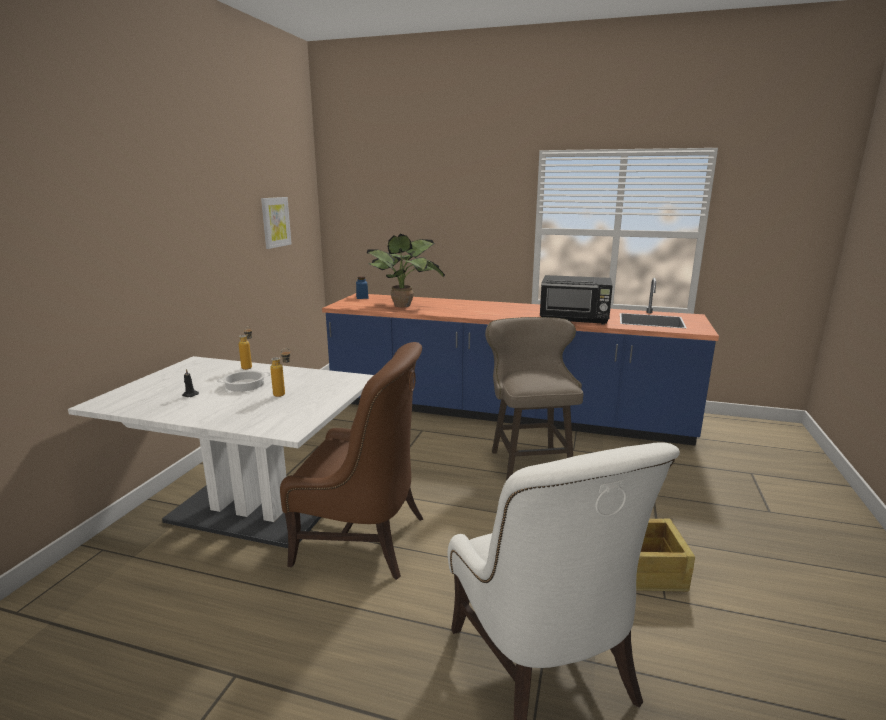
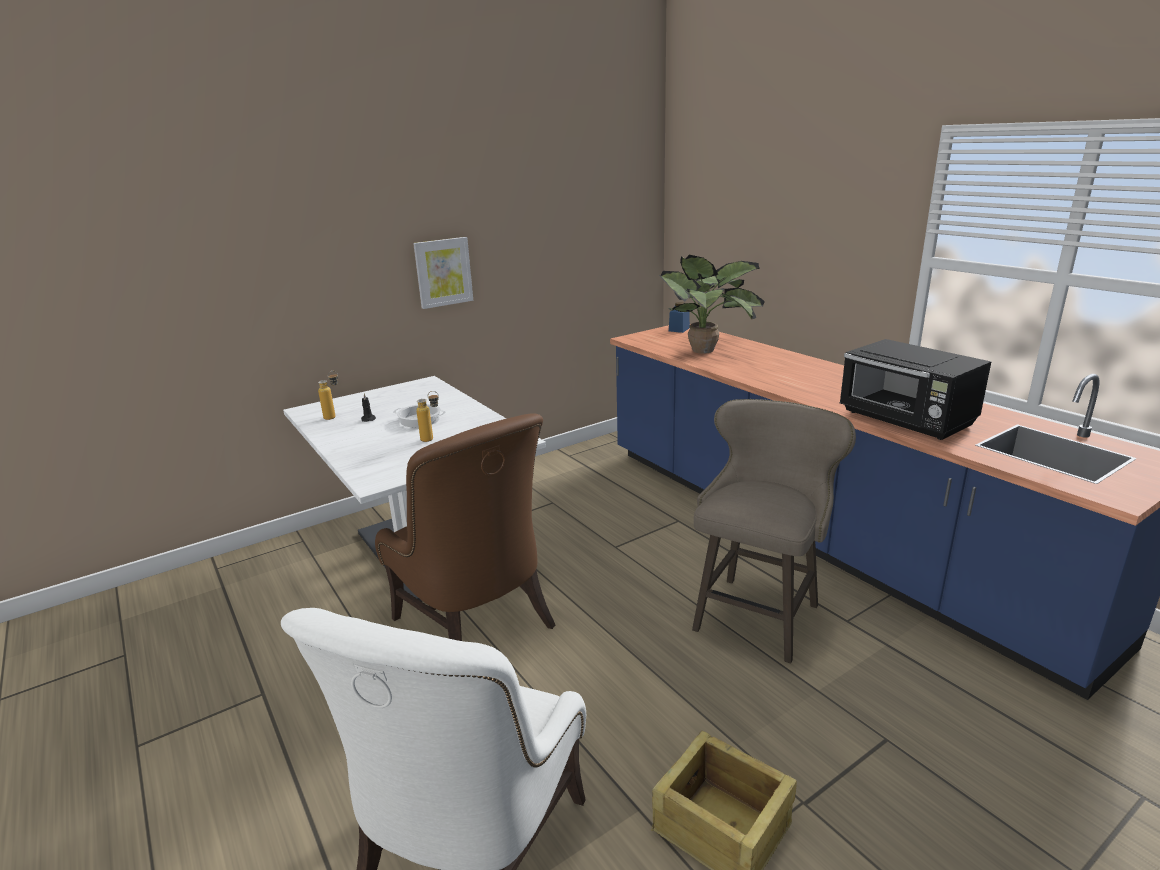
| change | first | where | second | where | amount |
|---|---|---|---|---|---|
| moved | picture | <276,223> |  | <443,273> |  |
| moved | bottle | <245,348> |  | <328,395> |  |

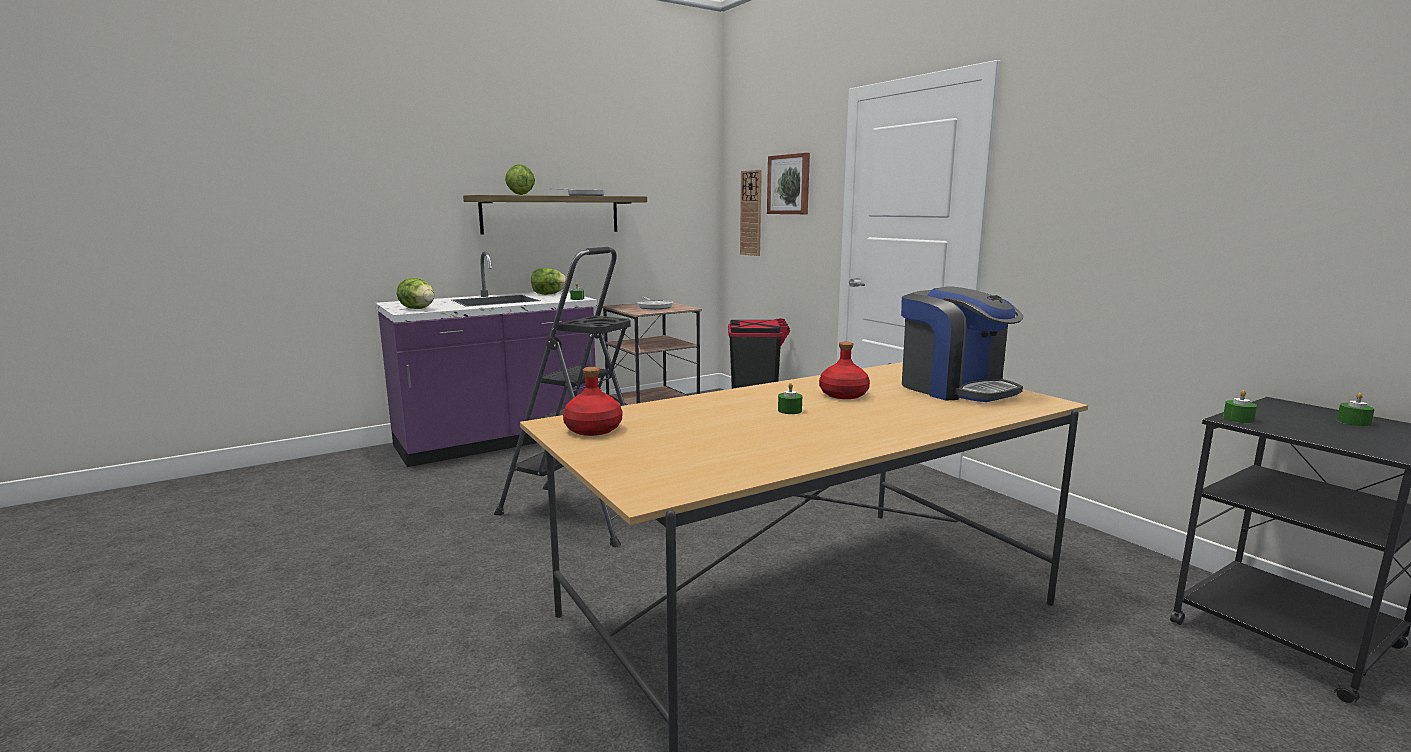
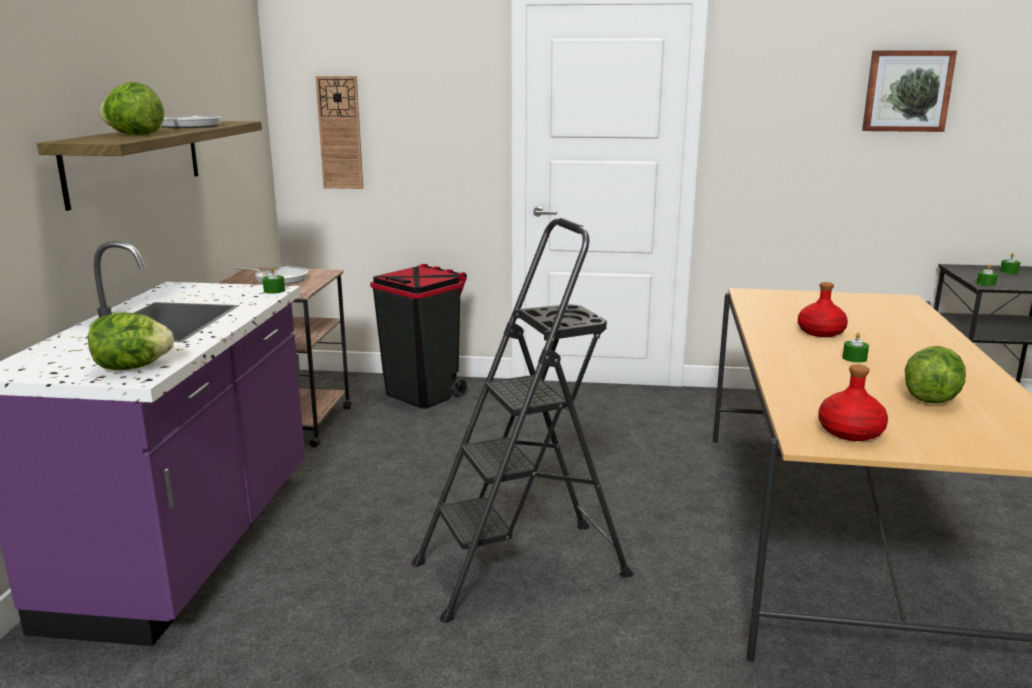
| change | first | where | second | where | amount |
|---|---|---|---|---|---|
| moved | picture | <788,183> |  | <909,91> |  |
| moved | lettuce | <549,281> |  | <935,374> |  |
| removed | coffee machine | <962,344> |  |  |  |

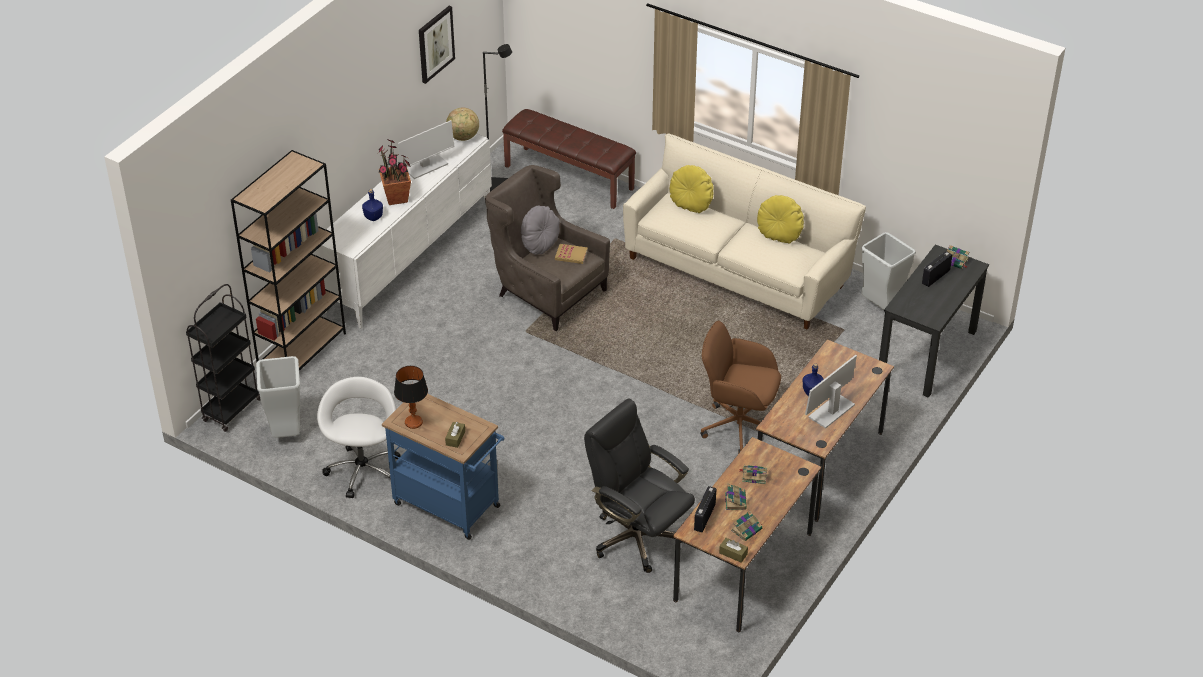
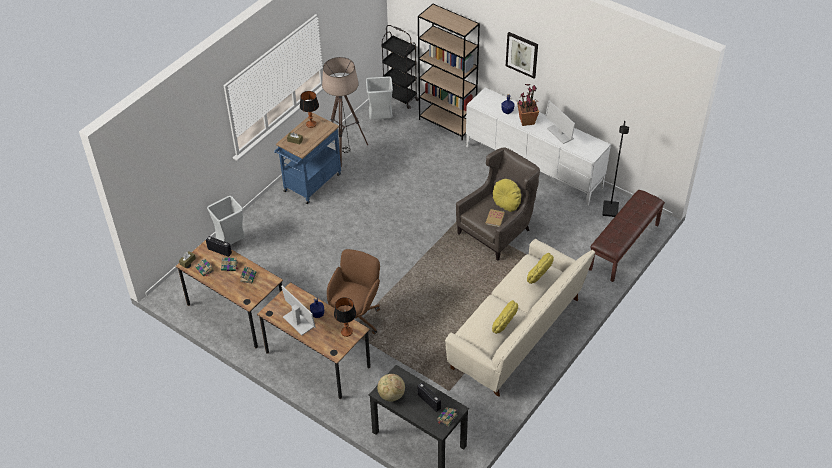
| change | first | where | second | where | amount |
|---|---|---|---|---|---|
| moved | picture | <437,45> |  | <522,55> |  |
| moved | globe | <462,124> |  | <391,387> |  |
| recoloured | pillow (grey) | <540,230> | pillow (yellow) | <507,195> |  |
| moved | trash can (grey) | <888,271> |  | <226,220> |  |
| replaced | office chair (white) | <359,437> | floor lamp | <345,112> |  |
| removed | office chair (black) | <639,486> |  |  |  |
| added |  |  | table lamp | <345,317> |  |

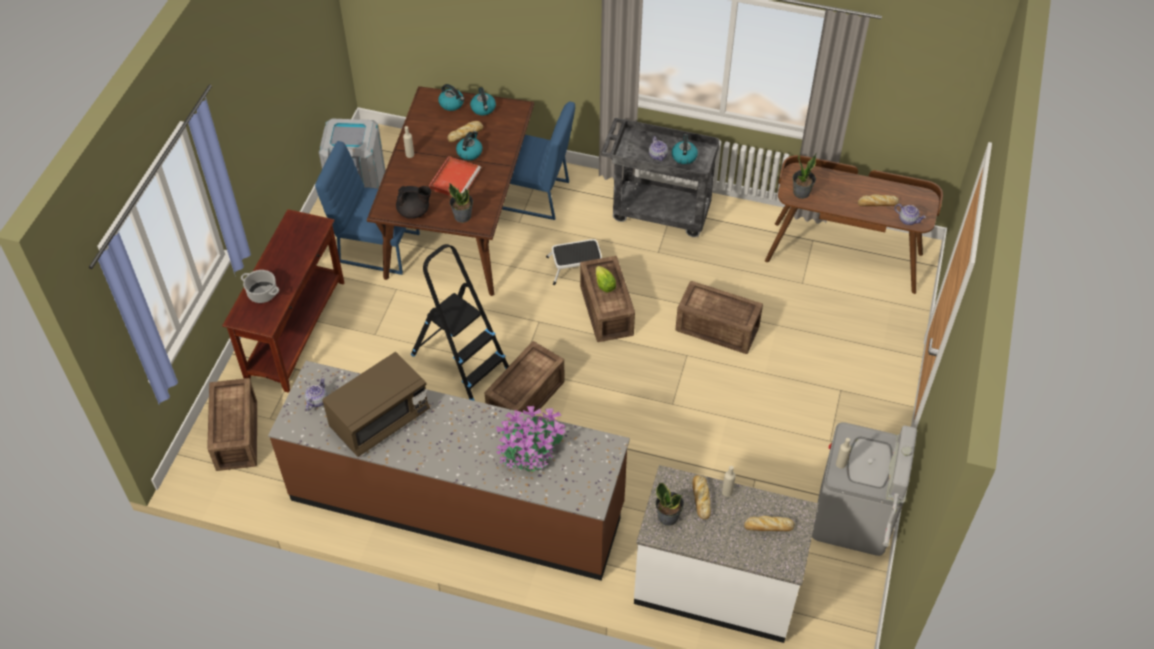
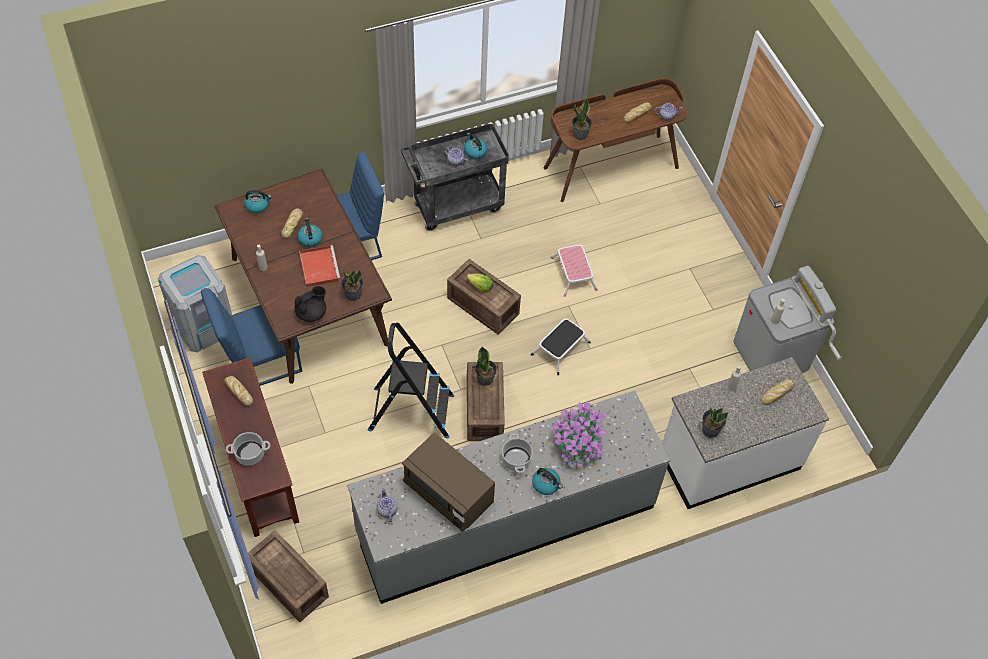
| change | first | where | second | where | amount |
|---|---|---|---|---|---|
| moved | kettle | <483,101> |  | <547,481> |  |
| moved | step ladder (black) | <574,262> |  | <561,346> |  |
| replaced | crate | <719,317> | step ladder (pink) | <574,271> |  |
| turned | microwave (brown) | <376,404> |  | <448,482> | 120 degrees clockwise |
| recoloured | counter (brown) | <449,471> | counter (grey) | <508,497> |  |
| moved | bread | <702,497> |  | <238,391> |  |
| added |  |  | potted plant | <486,366> |  |
| added |  |  | cooking pot | <517,453> |  |

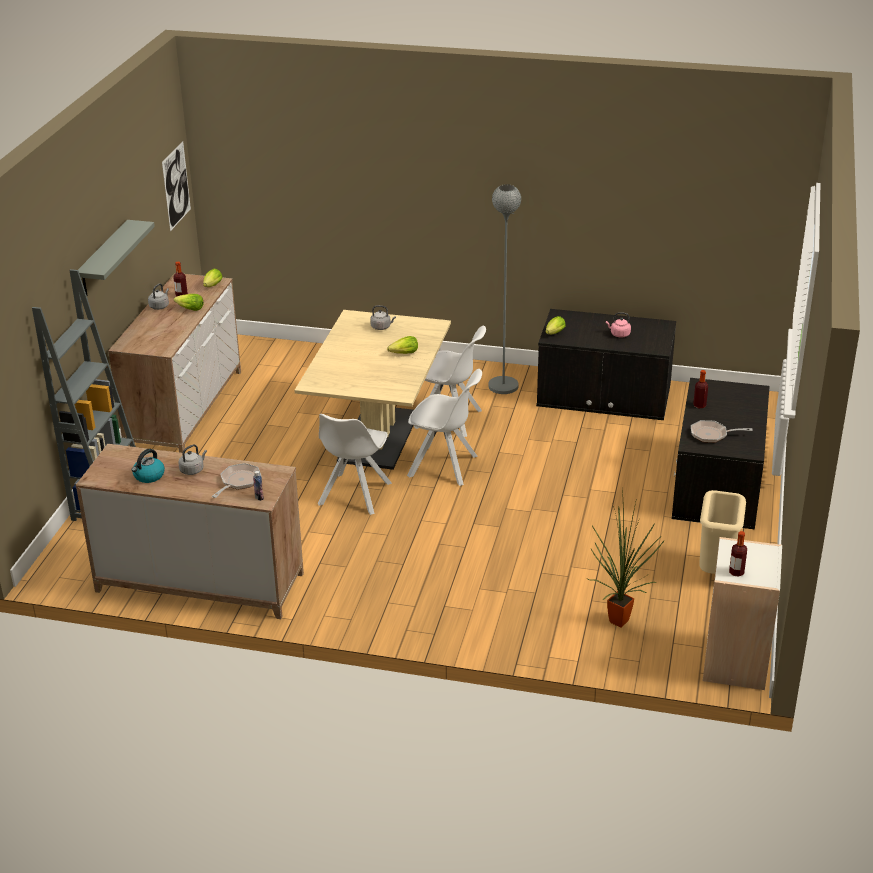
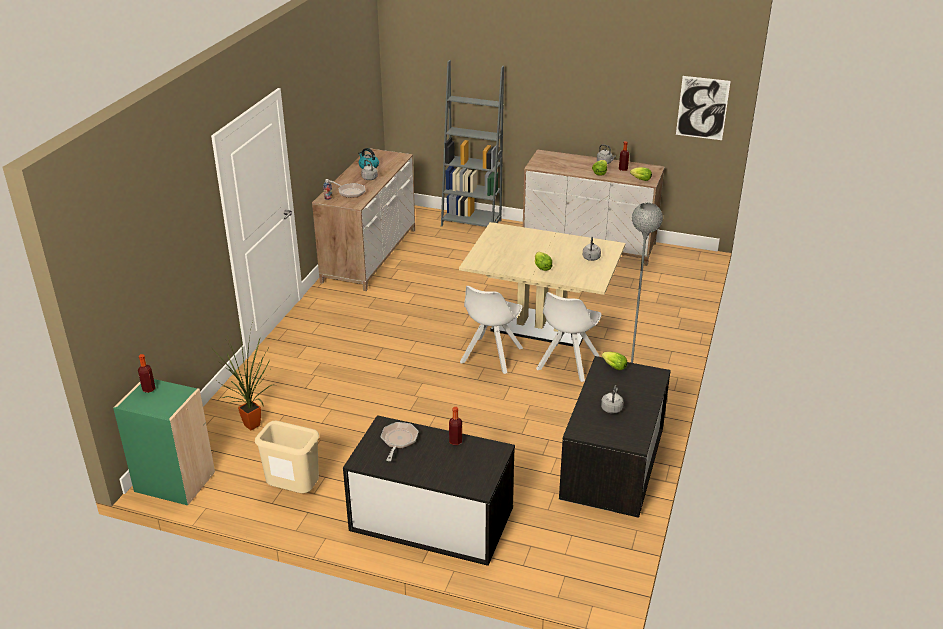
| change | first | where | second | where | amount |
|---|---|---|---|---|---|
| removed | shelf (grey) | <116,257> |  |  |  |
| recoloured | kettle (pink) | <618,325> | kettle (grey) | <612,399> |  |
| removed | chair (white) | <355,464> |  |  |  |
| recoloured | bookcase (white) | <742,613> | bookcase (green) | <164,442> |  |

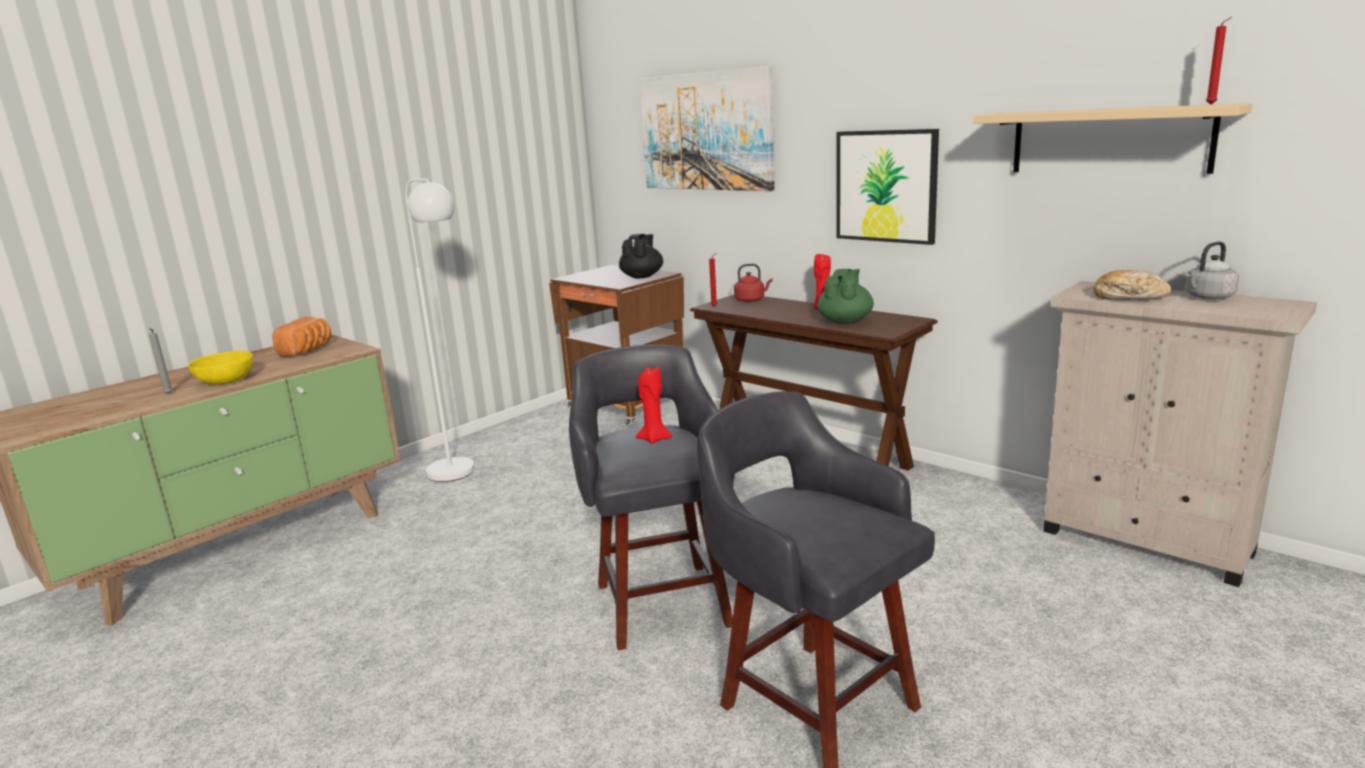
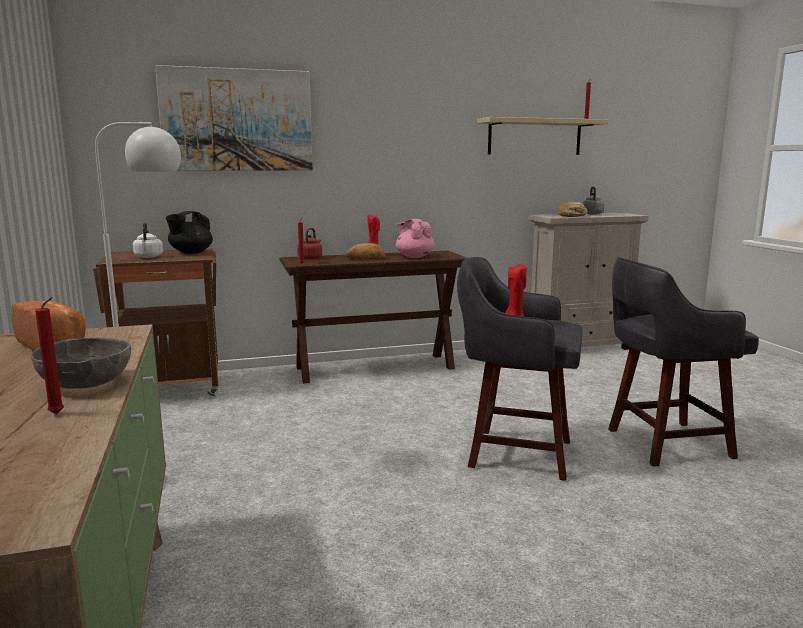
| change | first | where | second | where | amount |
|---|---|---|---|---|---|
| removed | picture | <888,187> |  |  |  |
| turned | teapot (black) | <641,256> |  | <189,232> | 105 degrees counterclockwise |
| recoloured | teapot (green) | <845,296> | teapot (pink) | <415,238> |  |
| recoloured | candle (grey) | <161,361> | candle (red) | <49,355> |  |
| recoloured | bowl (yellow) | <220,368> | bowl (grey) | <81,363> |  |
| added |  |  | kettle (white) | <148,240> |  |
| added |  |  | bread | <365,251> |  |

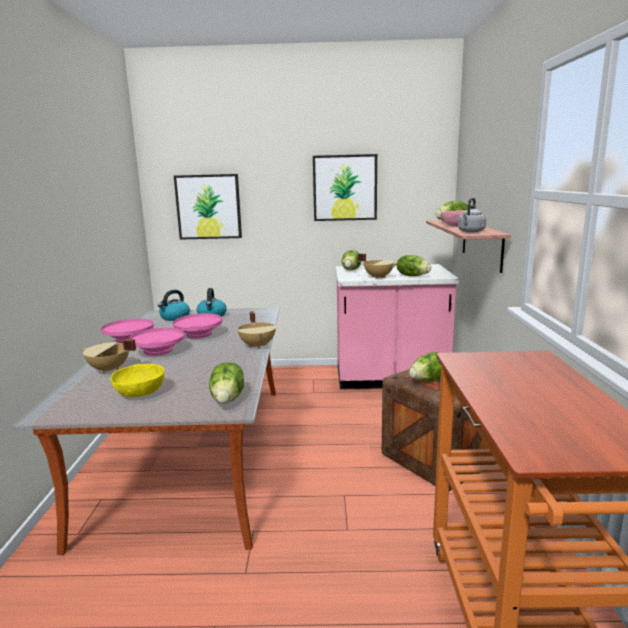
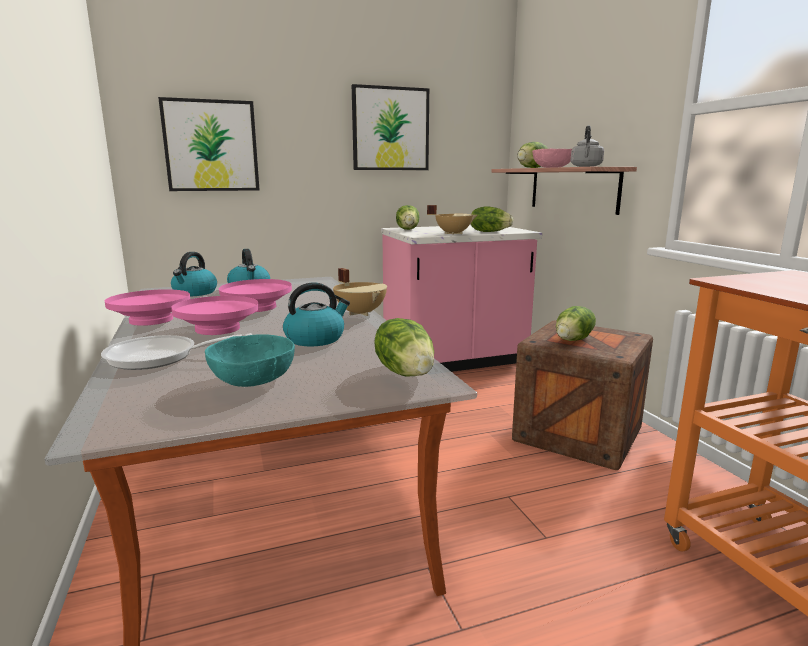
| change | first | where | second | where | amount |
|---|---|---|---|---|---|
| replaced | cooking pot (beige) | <108,356> | frying pan | <176,351> |  |
| recoloured | bowl (yellow) | <137,380> | bowl (turquoise) | <250,360> |  |
| added |  |  | kettle | <316,314> |  |

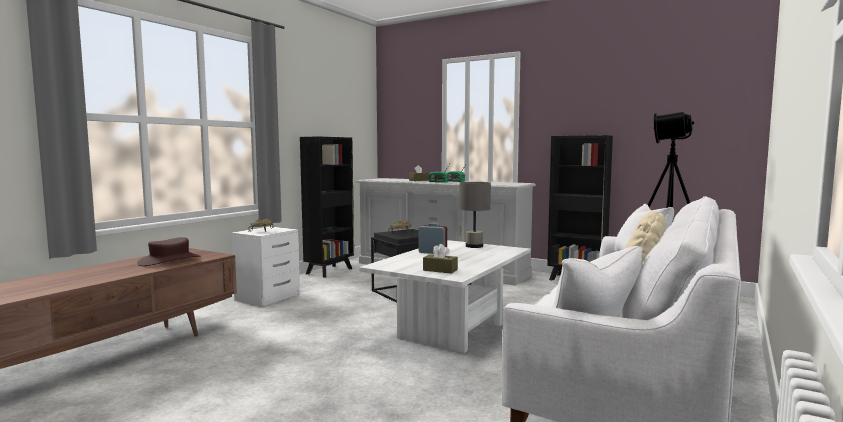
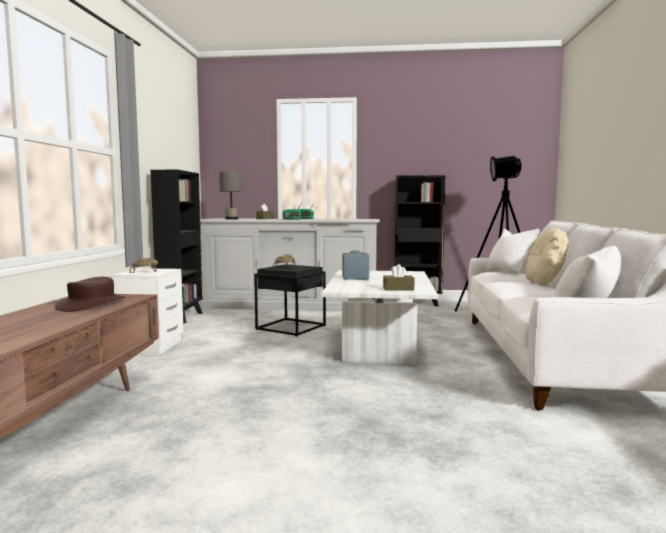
| change | first | where | second | where | amount |
|---|---|---|---|---|---|
| moved | table lamp (grey) | <475,215> |  | <231,195> |  |

